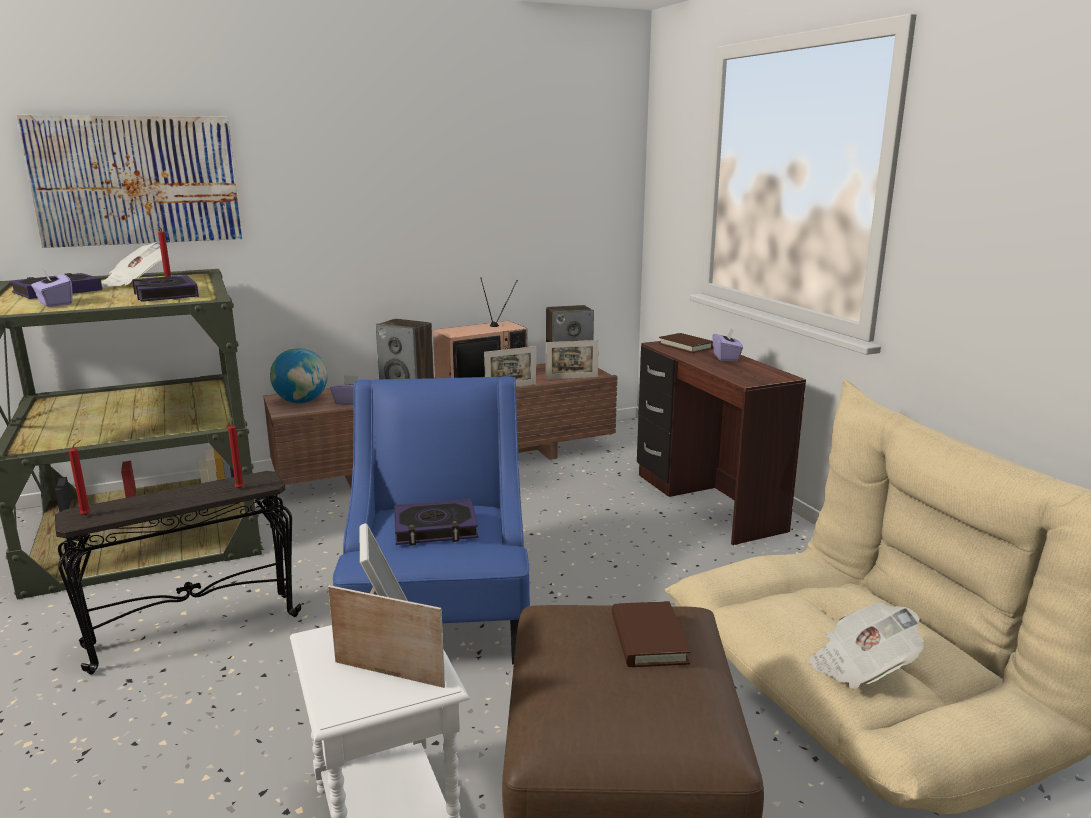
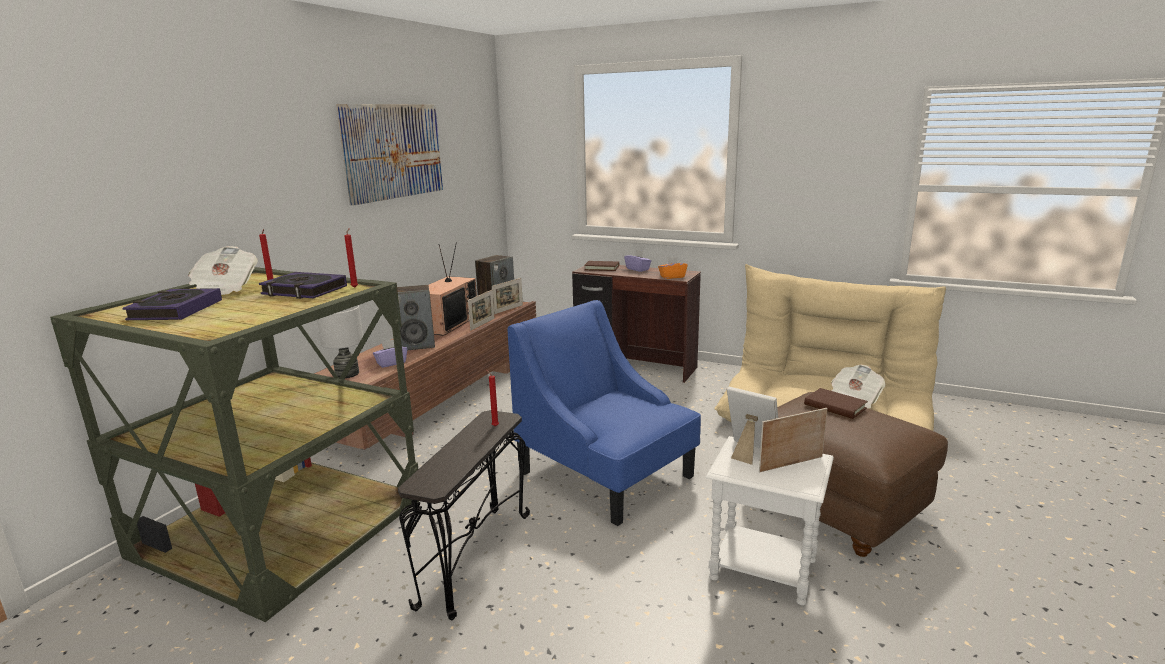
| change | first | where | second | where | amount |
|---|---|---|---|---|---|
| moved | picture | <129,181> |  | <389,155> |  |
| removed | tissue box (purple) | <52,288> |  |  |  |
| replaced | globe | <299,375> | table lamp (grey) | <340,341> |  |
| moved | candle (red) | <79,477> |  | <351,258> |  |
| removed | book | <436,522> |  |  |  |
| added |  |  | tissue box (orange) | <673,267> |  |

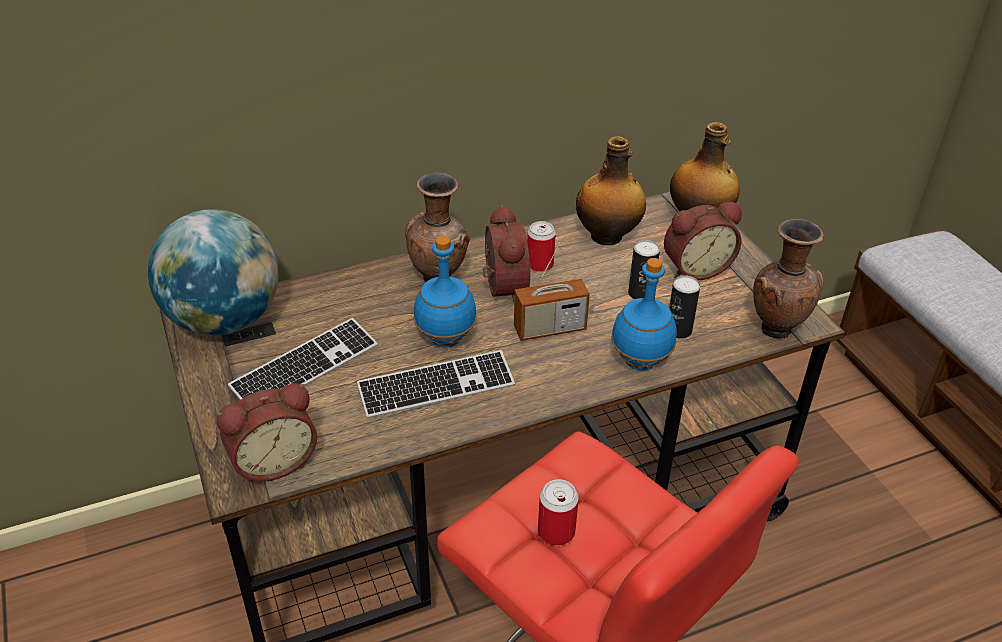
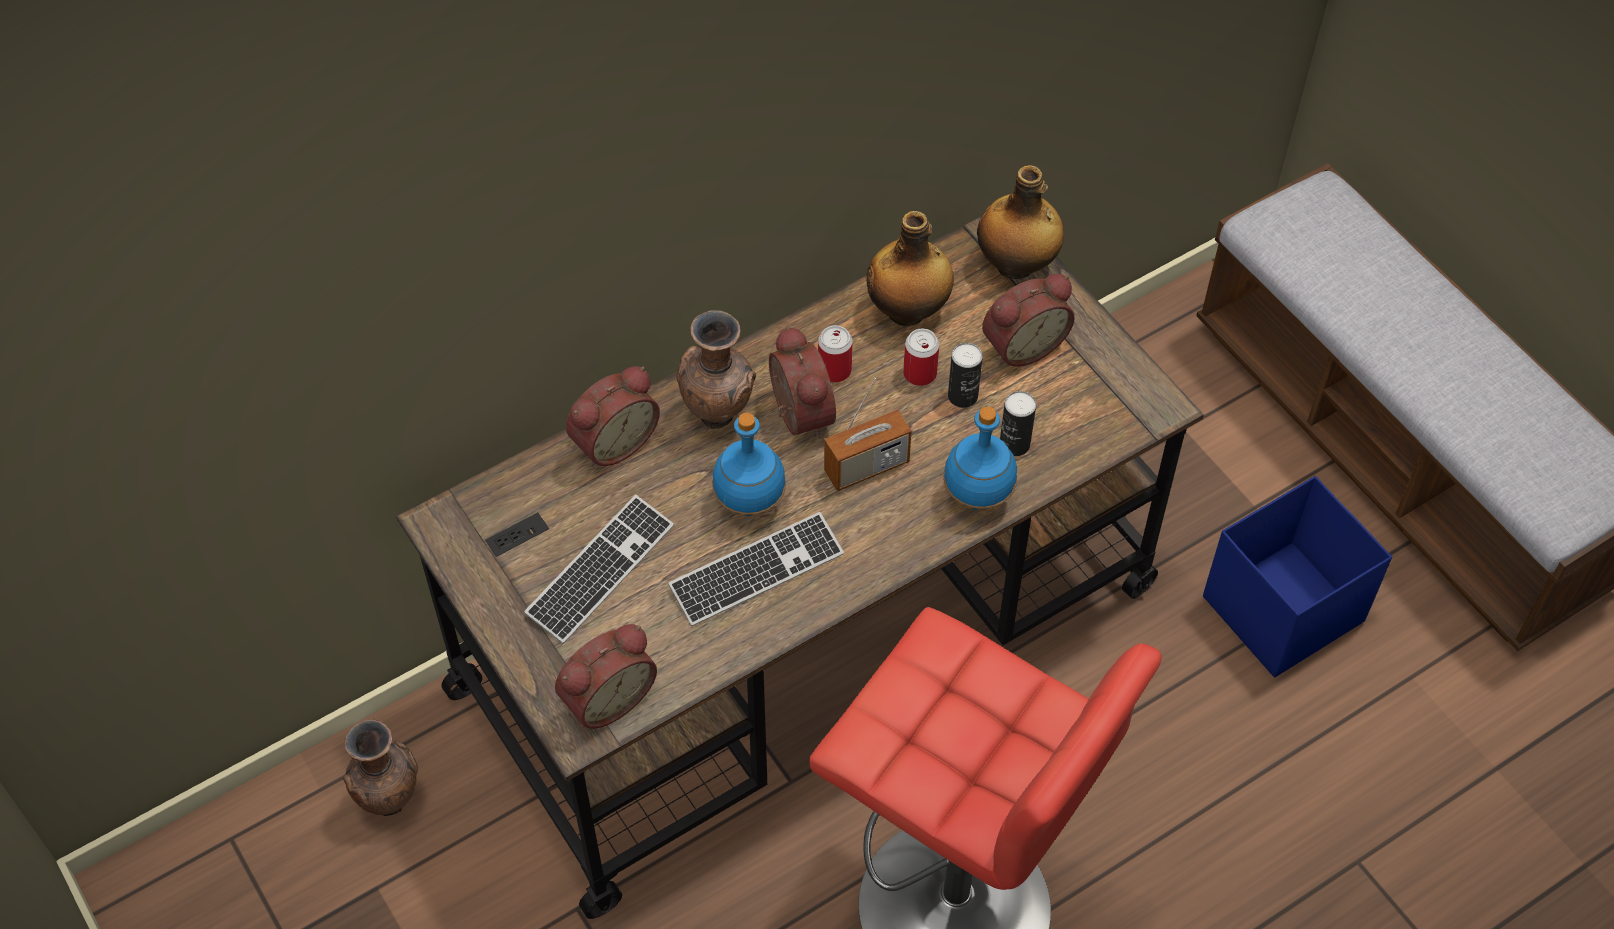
| change | first | where | second | where | amount |
|---|---|---|---|---|---|
| removed | globe | <213,272> |  |  |  |
| moved | vase (brown) | <788,279> |  | <380,767> |  |
| moved | can | <558,512> |  | <921,357> |  |
| added |  |  | alarm clock | <613,416> |  |
| added |  |  | storage box (blue) | <1297,576> |  |

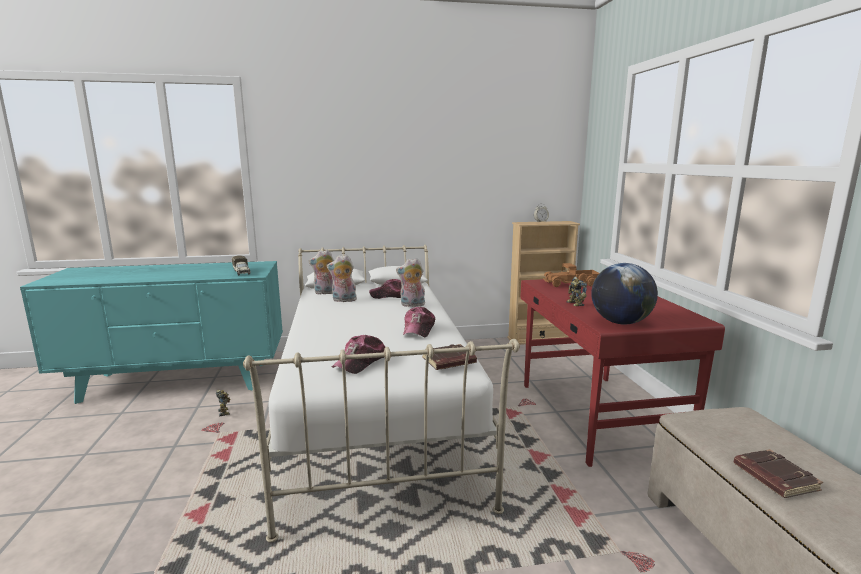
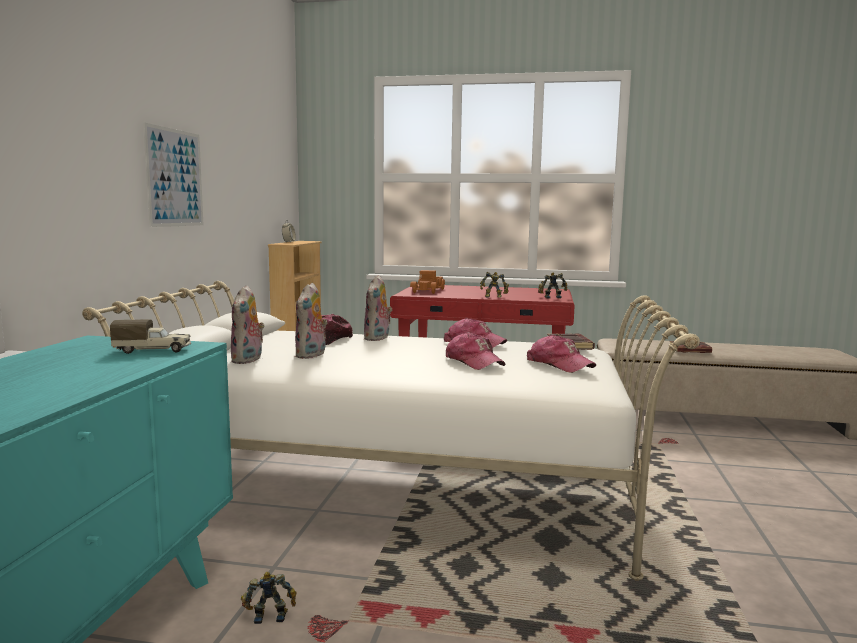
| change | first | where | second | where | amount |
|---|---|---|---|---|---|
| replaced | globe | <624,293> | toy robot | <552,285> |  |
| added |  |  | picture | <173,174> |  |
| added |  |  | cap | <476,351> |  |

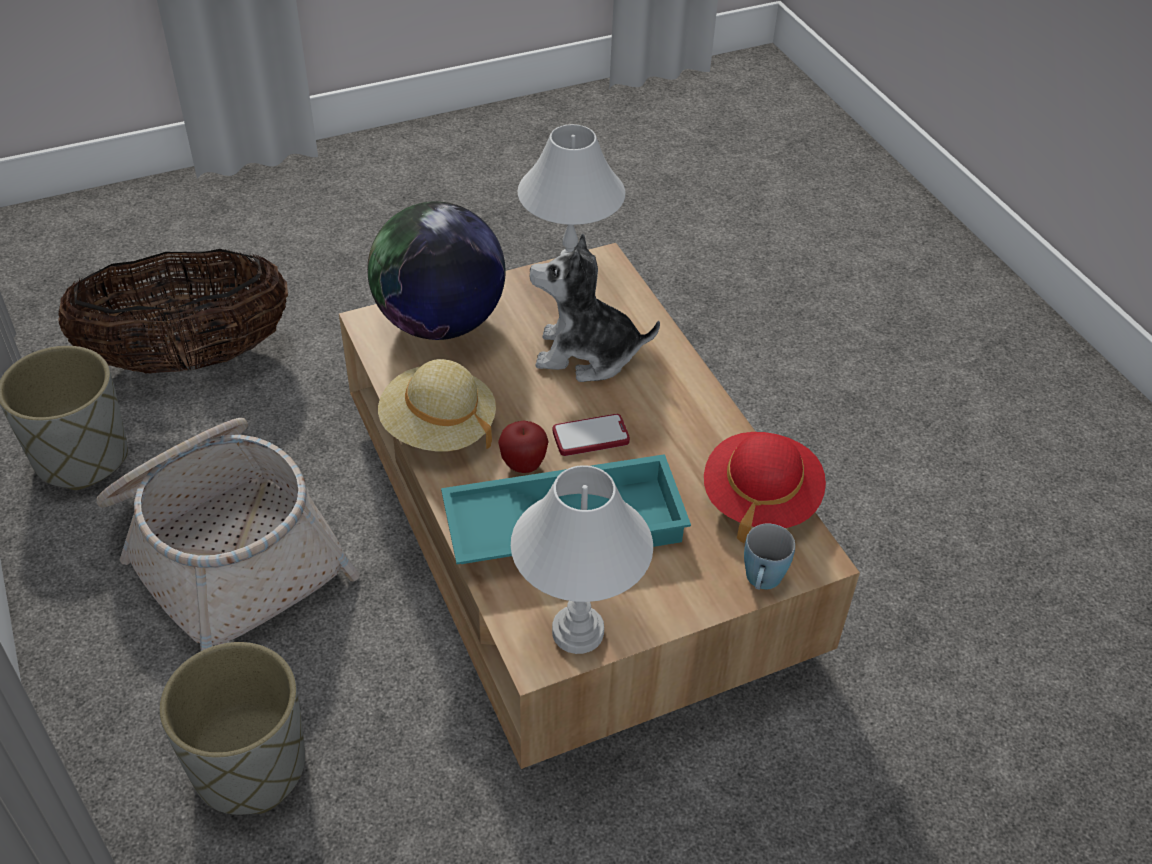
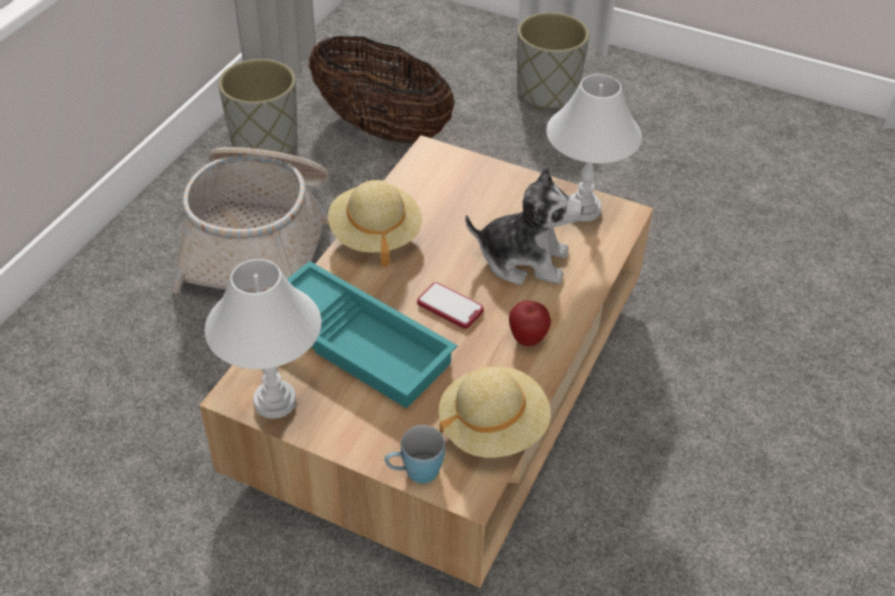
| change | first | where | second | where | amount |
|---|---|---|---|---|---|
| removed | globe | <436,270> |  |  |  |
| turned | plush toy | <595,308> |  | <524,225> | 135 degrees clockwise |
| moved | apple | <523,447> |  | <530,323> |  |
| recoloured | hat (red) | <765,487> | hat (beige) | <495,412> |  |
| moved | planter (grey) | <232,728> |  | <553,60> |  |

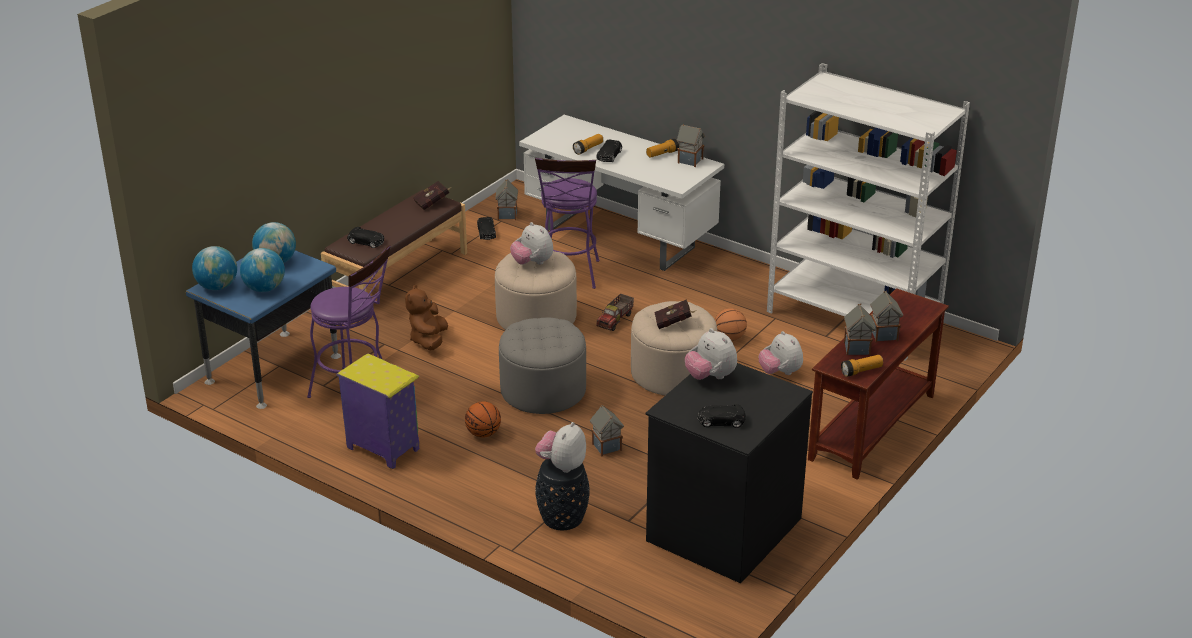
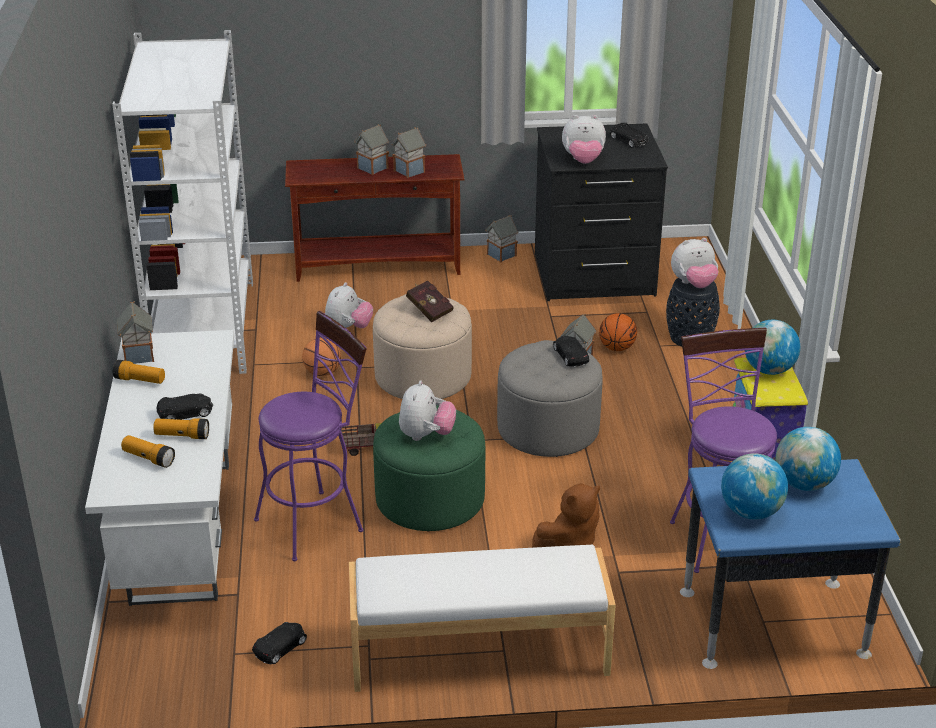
| change | first | where | second | where | amount |
|---|---|---|---|---|---|
| moved | toy house | <506,199> |  | <502,239> |  |
| removed | book (red) | <431,195> |  |  |  |
| recoloured | bench (brown) | <394,254> | bench (white) | <482,618> |  |
| moved | toy car (black) | <365,237> |  | <571,351> |  |
| moved | globe | <214,268> |  | <772,347> |  |
| recoloured | ottoman (beige) | <536,290> | ottoman (green) | <429,468> |  |
| turned | plush toy | <711,354> |  | <584,139> | 75 degrees clockwise |
| moved | flashlight | <862,366> |  | <148,451> |  |
| moved | basketball | <483,419> |  | <618,332> |  |

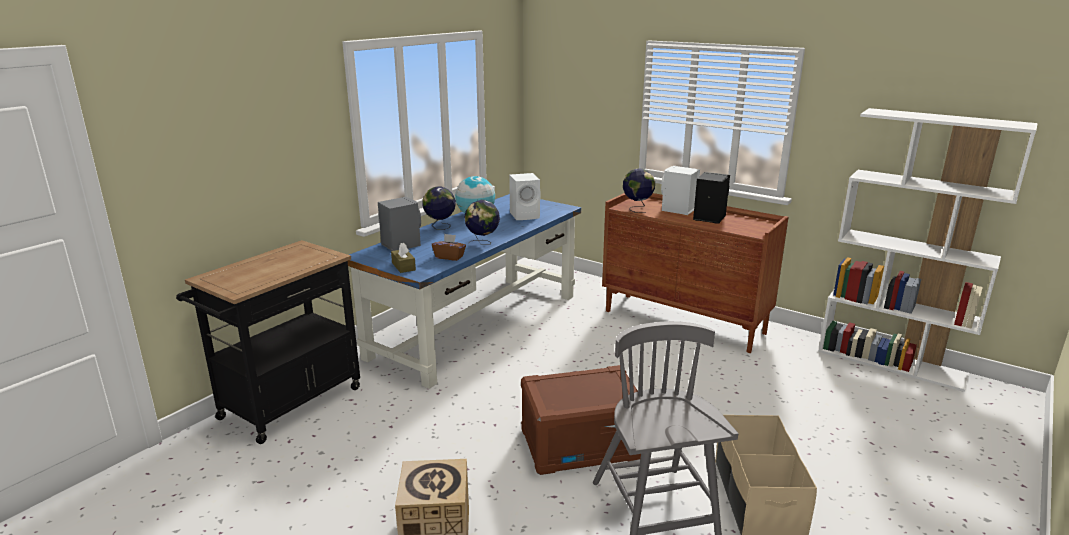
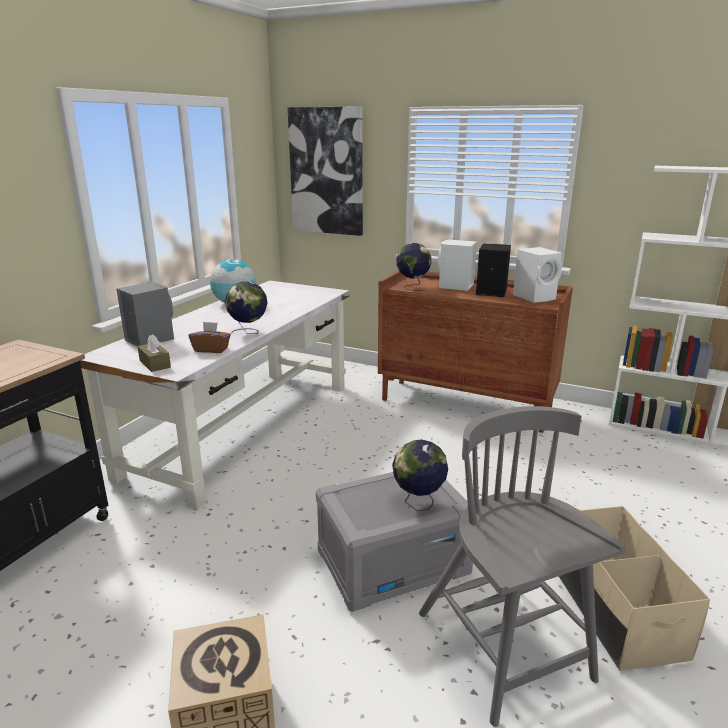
| change | first | where | second | where | amount |
|---|---|---|---|---|---|
| moved | speaker (white) | <525,196> |  | <537,275> |  |
| moved | globe | <439,208> |  | <420,475> |  |
| recoloured | desk (blue) | <464,291> | desk (white) | <214,395> |  |
| recoloured | storage box (brown) | <581,420> | storage box (grey) | <394,542> |  |
| added |  |  | picture | <325,171> |  |

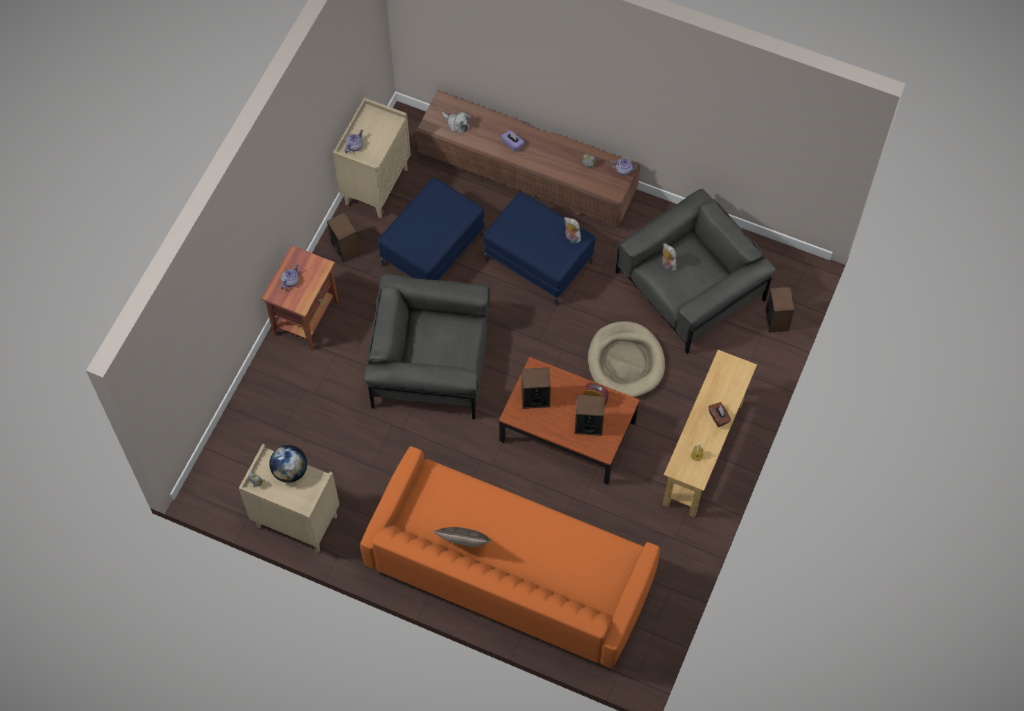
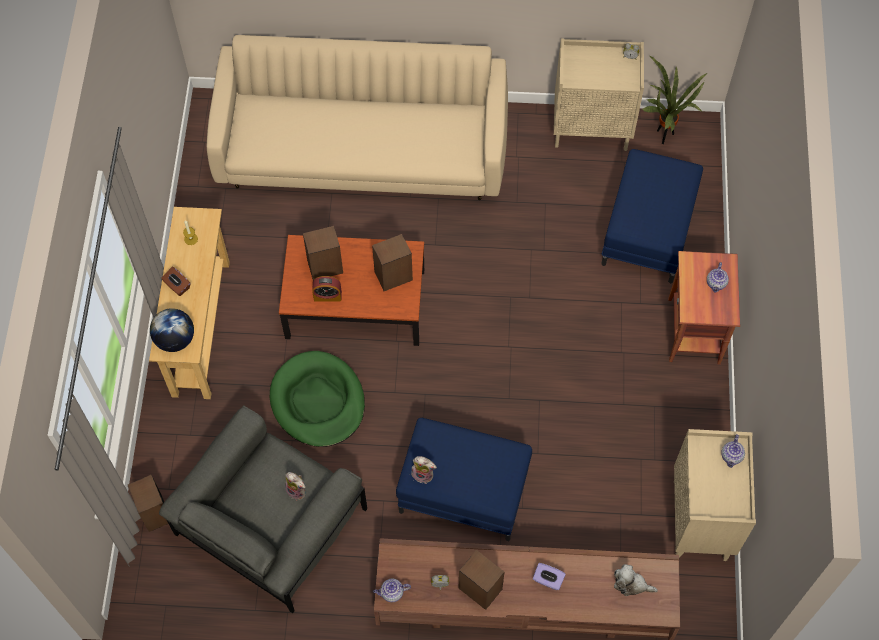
| change | first | where | second | where | amount |
|---|---|---|---|---|---|
| moved | ottoman (blue) | <431,228> |  | <652,216> |  |
| moved | speaker | <343,237> |  | <481,580> |  |
| removed | armchair (grey) | <427,346> |  |  |  |
| recoloured | dog bed (beige) | <626,359> | dog bed (green) | <317,399> |  |
| moved | globe | <288,464> |  | <172,330> |  |
| recoloured | sofa (orange) | <510,557> | sofa (beige) | <357,117> |  |
| removed | pillow | <462,537> |  |  |  |
| added |  |  | potted plant | <674,100> |  |

